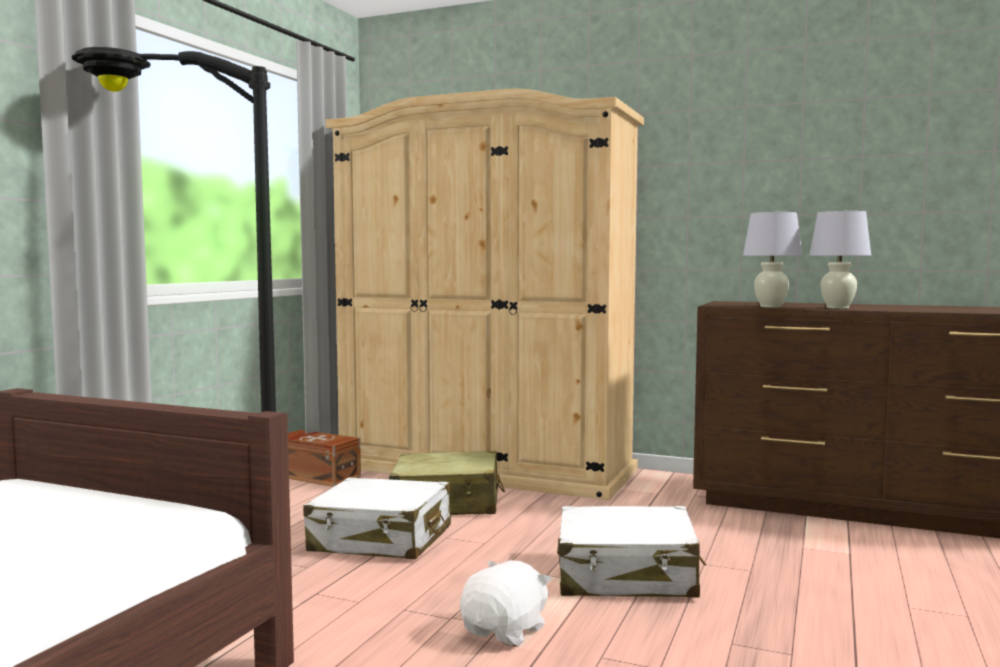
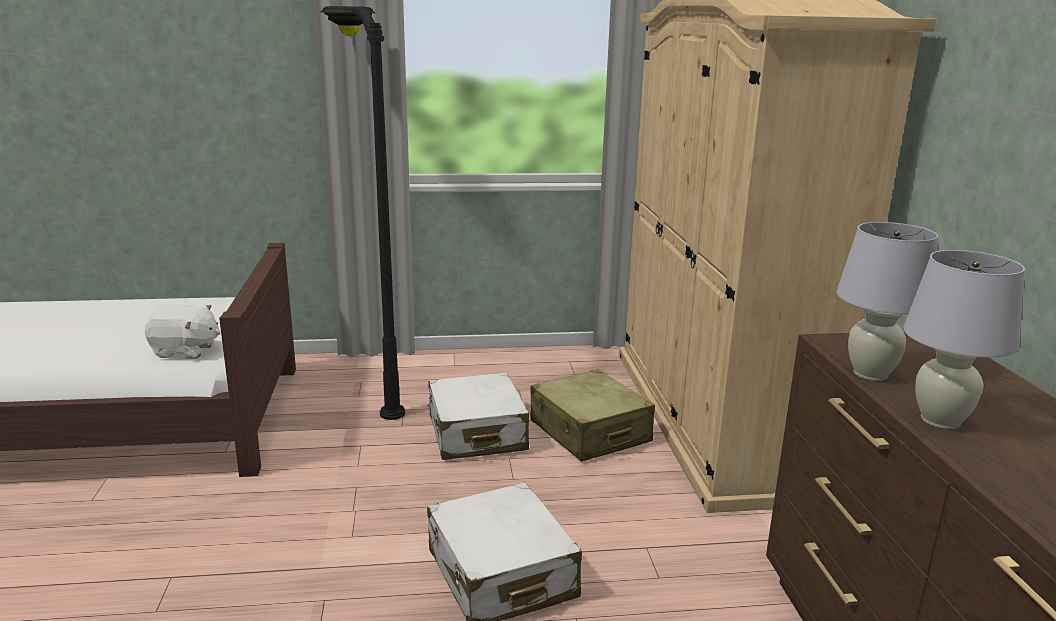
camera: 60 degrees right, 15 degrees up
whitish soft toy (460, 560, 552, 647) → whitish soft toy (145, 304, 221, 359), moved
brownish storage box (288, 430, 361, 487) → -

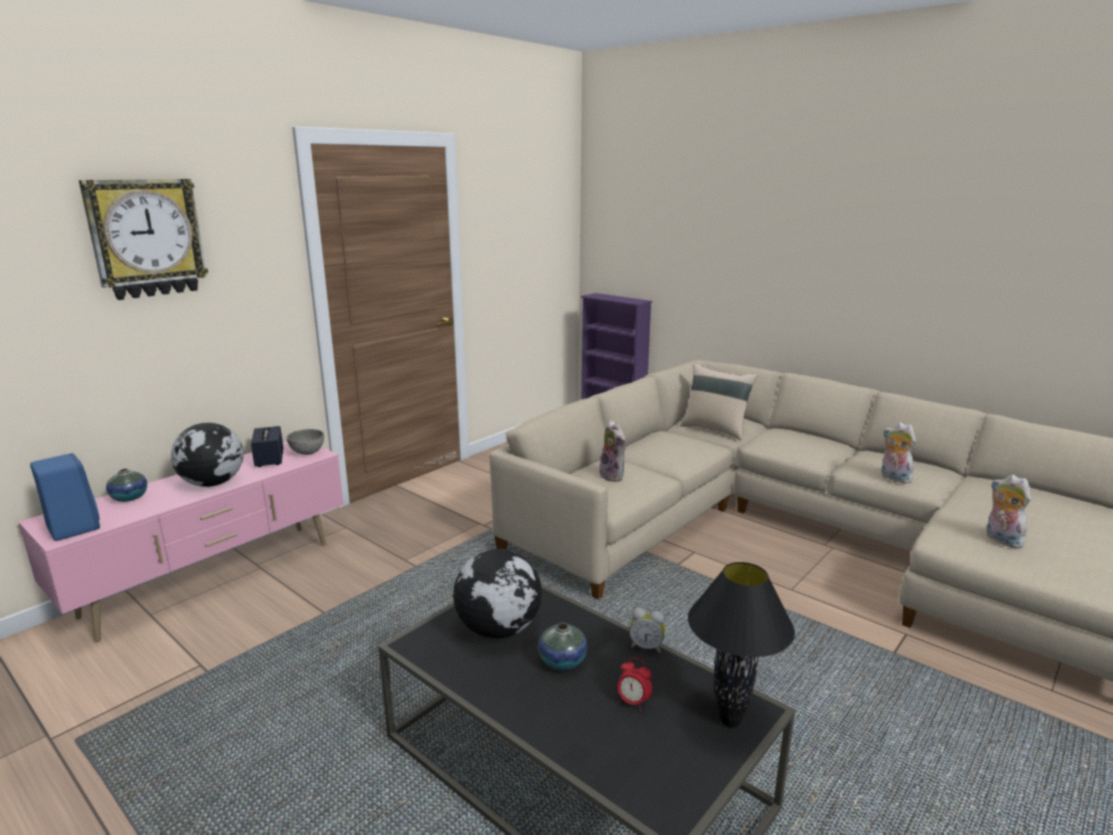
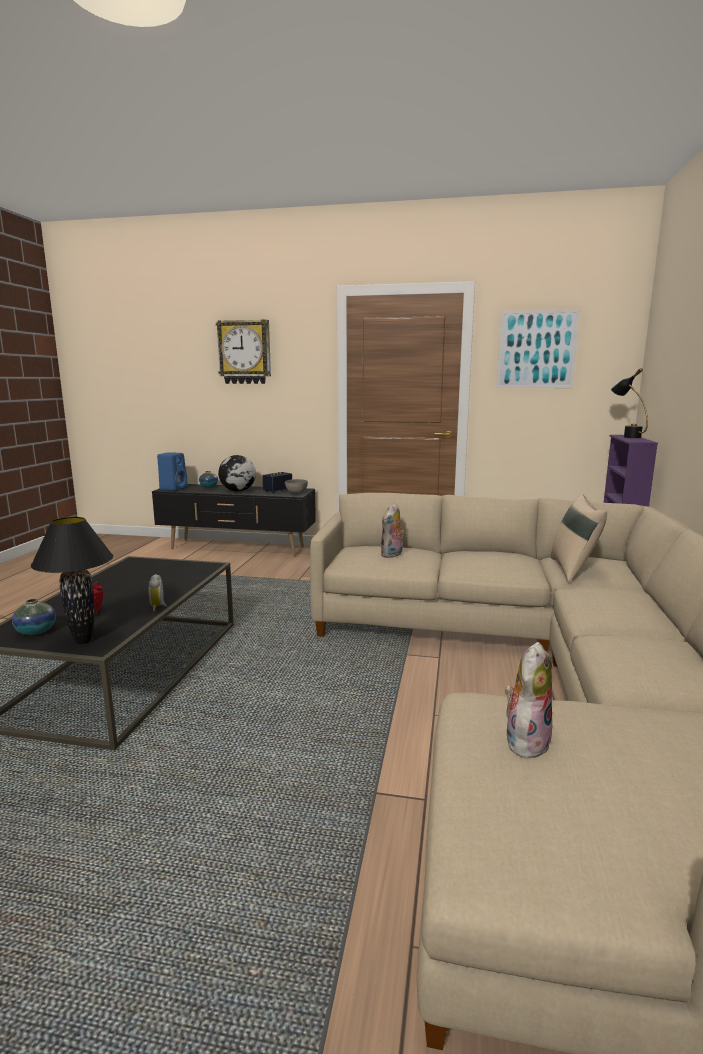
camera: 60 degrees right, 5 degrees down
vase (538, 623, 587, 670) → vase (12, 599, 56, 635), moved
pink-coloured tv unit (18, 442, 344, 642) → black-coloured tv unit (152, 484, 316, 556)
- → wall art (496, 309, 580, 388)
- → black-coloured table lamp (611, 368, 648, 438)
globe (453, 549, 542, 638) → -
soft toy (881, 422, 916, 484) → -

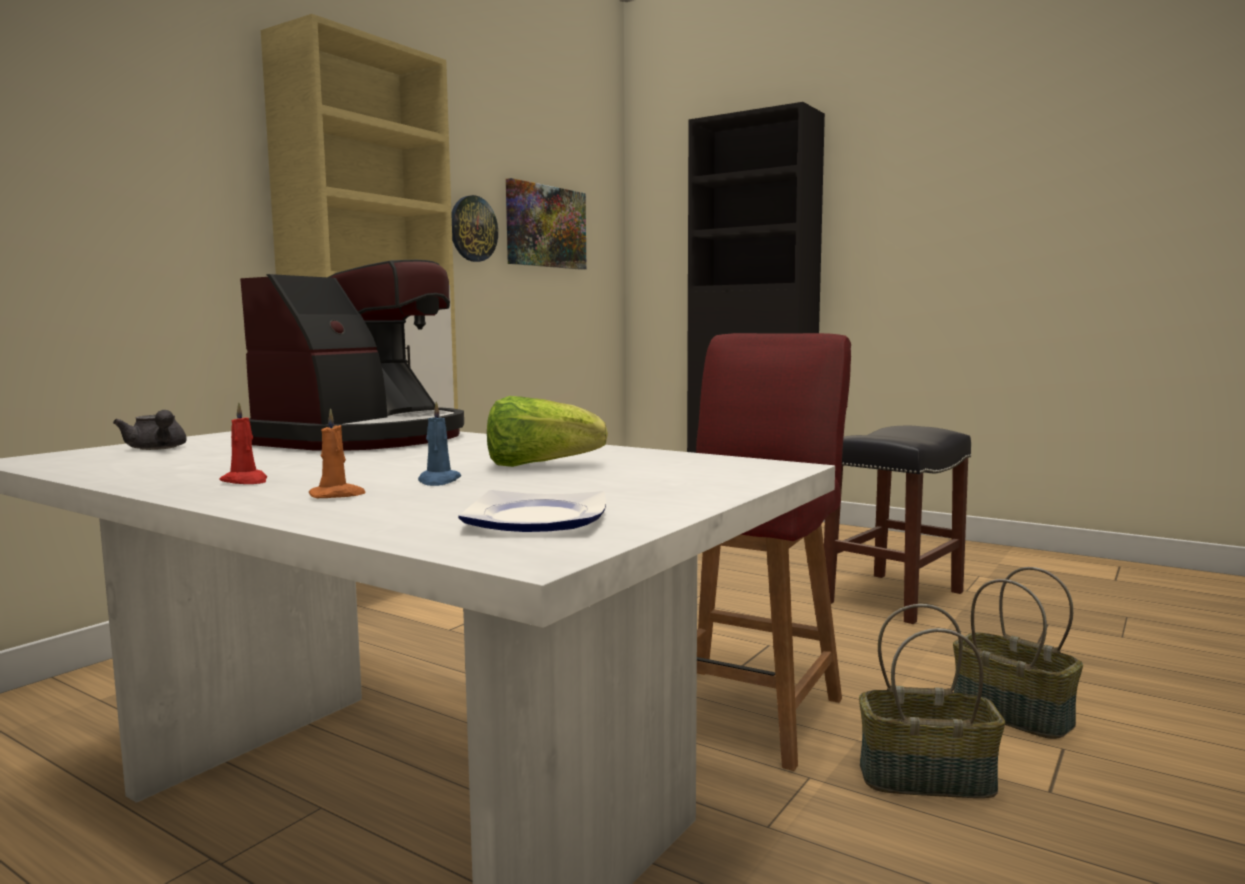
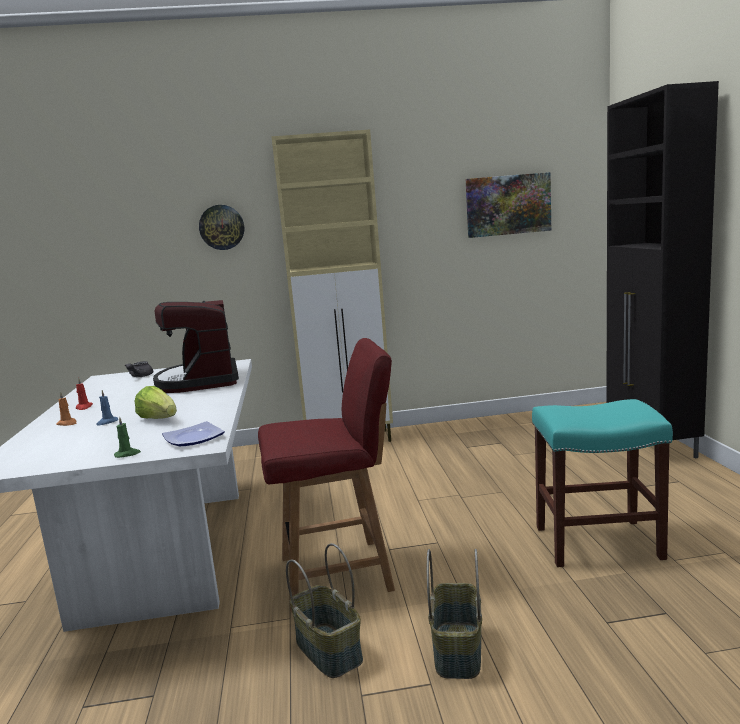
camera: 50 degrees right, 5 degrees up
- → green wax candle (114, 417, 141, 458)
coffee machine (240, 260, 464, 451) → coffee machine (153, 300, 239, 393), 90 degrees clockwise
dinner plate (458, 490, 606, 532) → dinner plate (162, 421, 225, 446), moved
wall clock (451, 195, 498, 262) → wall clock (199, 205, 244, 250), moved
black-coloured stool seat (824, 426, 971, 624) → turquoise stool seat (532, 399, 673, 567)

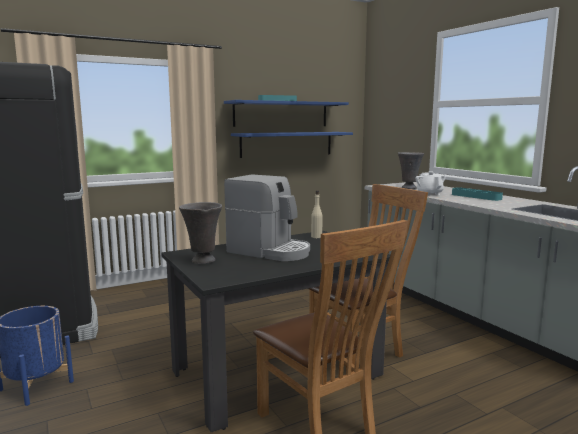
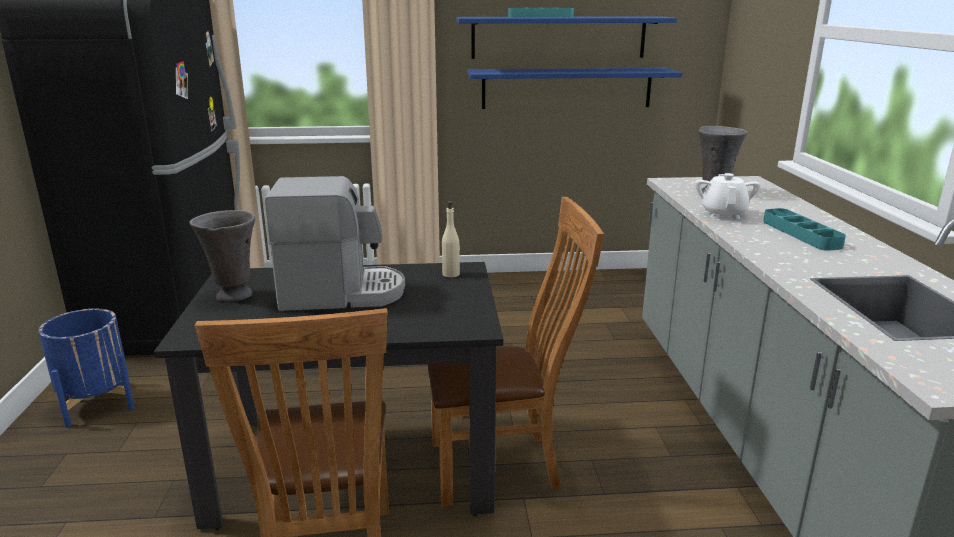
camera: 25 degrees right, 10 degrees up
coffee machine (224, 174, 310, 261) → coffee machine (265, 176, 405, 311), 60 degrees counterclockwise

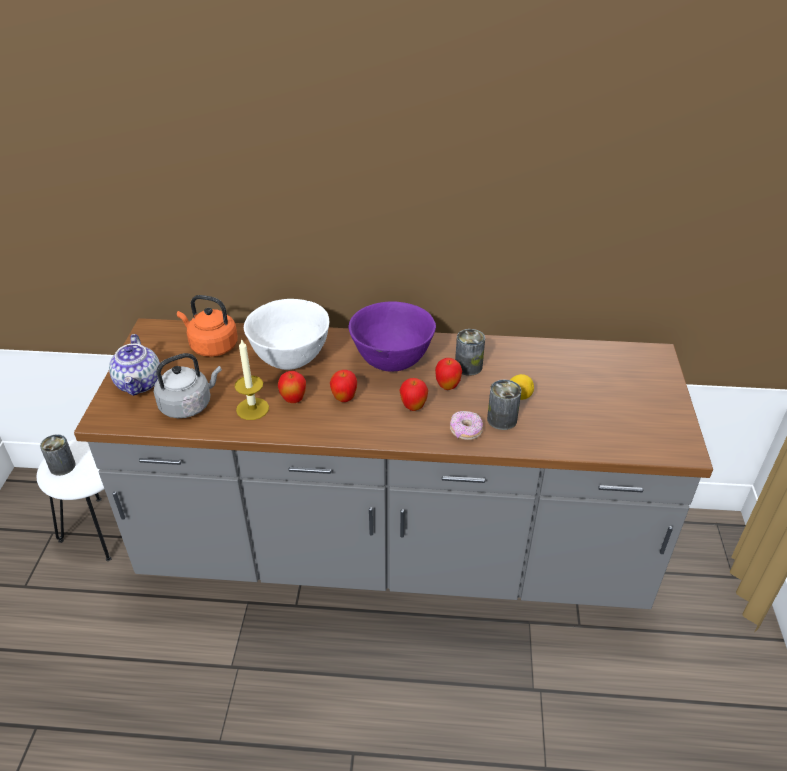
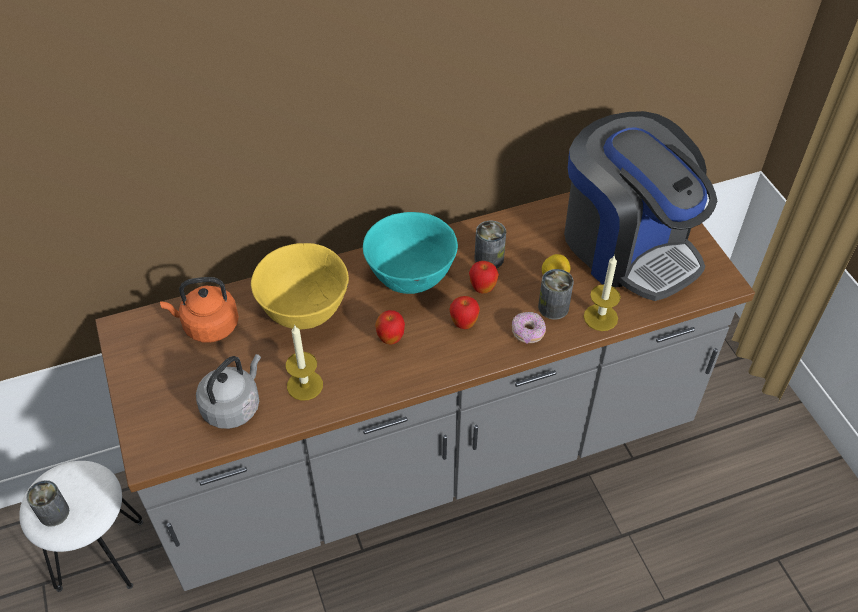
camera: 25 degrees left, 10 degrees up
whitish serving bowl (244, 299, 329, 370) → yellow-coloured serving bowl (251, 243, 349, 330)
purple-coloured serving bowl (348, 301, 436, 372) → turquoise serving bowl (363, 212, 458, 294)
- → coffee machine (564, 111, 717, 301)
- → wax candle (584, 255, 621, 331)
tea pot (109, 334, 160, 396) → -
apple (278, 371, 306, 403) → -

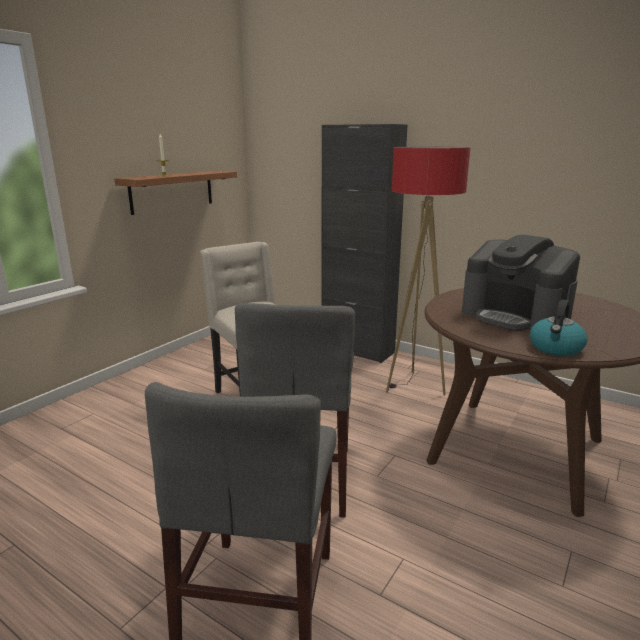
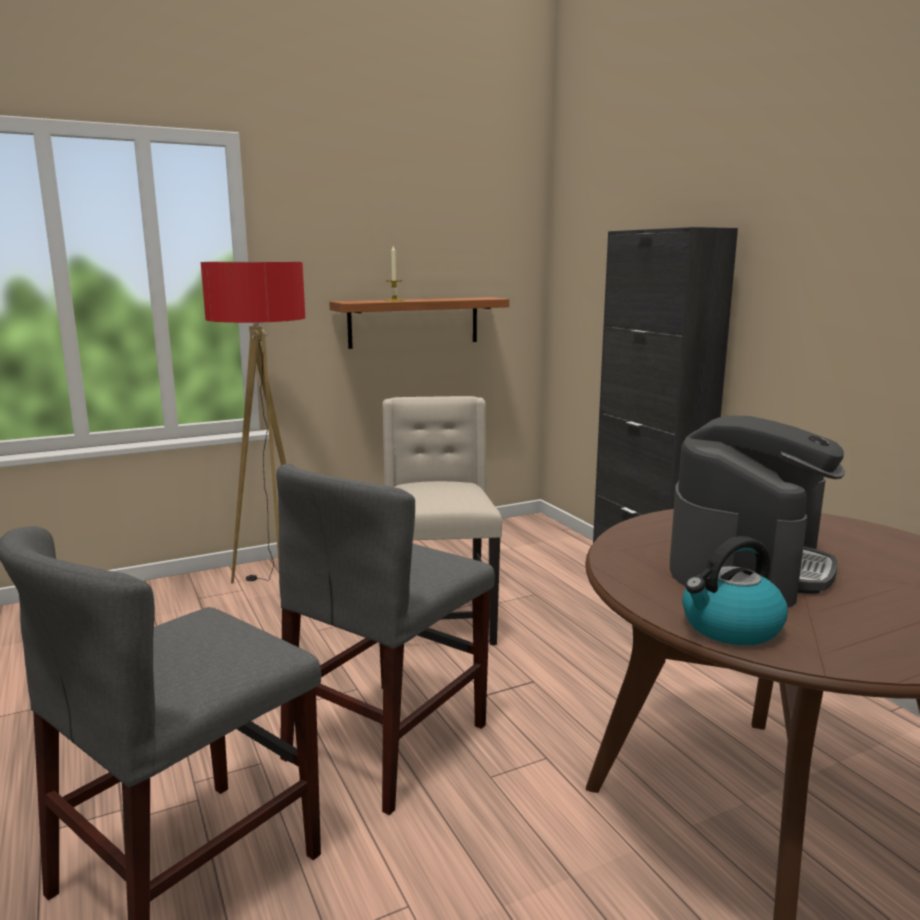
camera: 30 degrees right, 5 degrees down
standing lamp (386, 147, 470, 396) → standing lamp (201, 262, 305, 583), moved
coffee machine (462, 235, 580, 331) → coffee machine (670, 415, 845, 607), 135 degrees counterclockwise

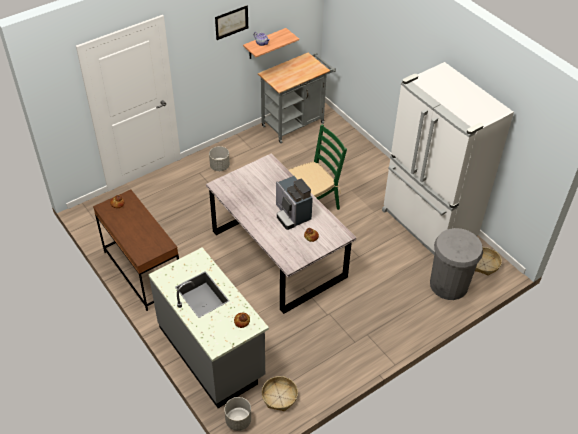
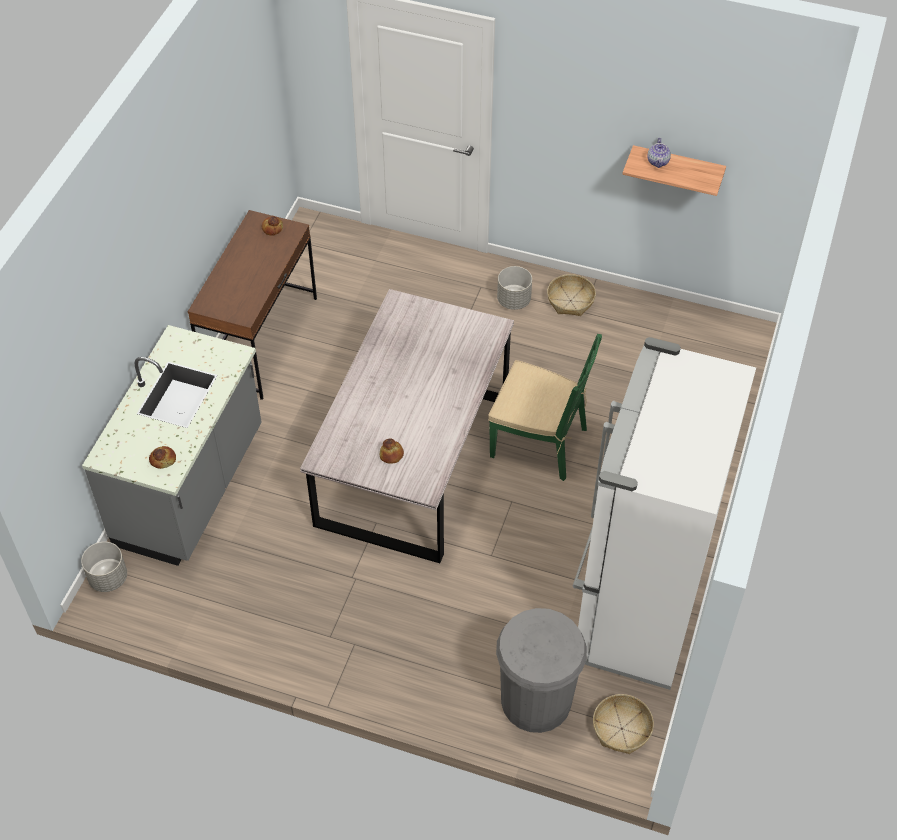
camera: 55 degrees right, 5 degrees up
storage basket (262, 376, 298, 411) → storage basket (547, 274, 596, 316), moved
wall art (215, 5, 248, 40) → -
greyish cart (258, 52, 336, 144) → -
coffee machine (276, 176, 313, 230) → -

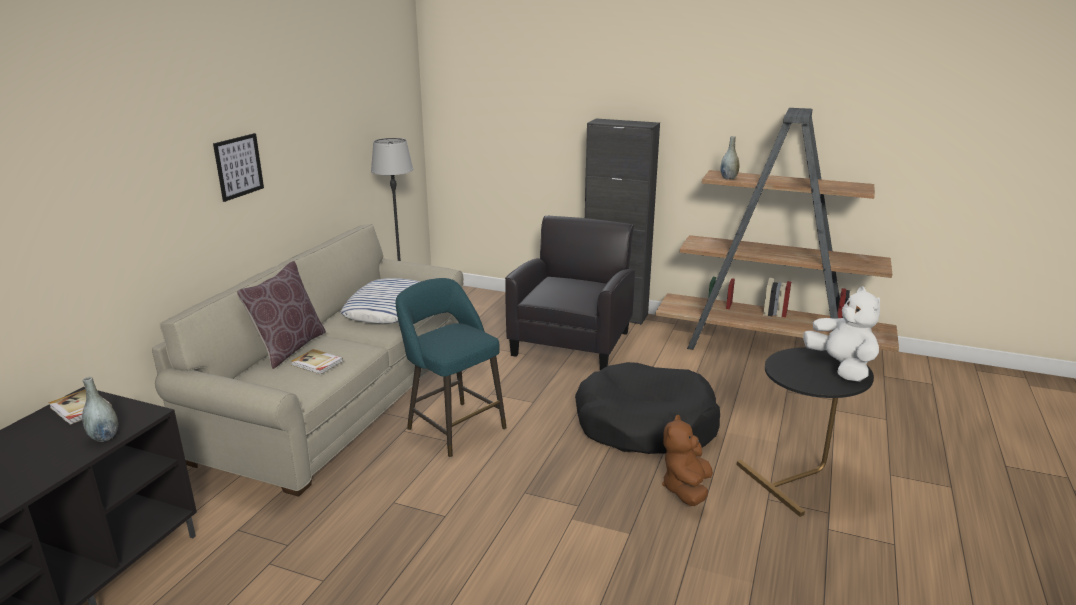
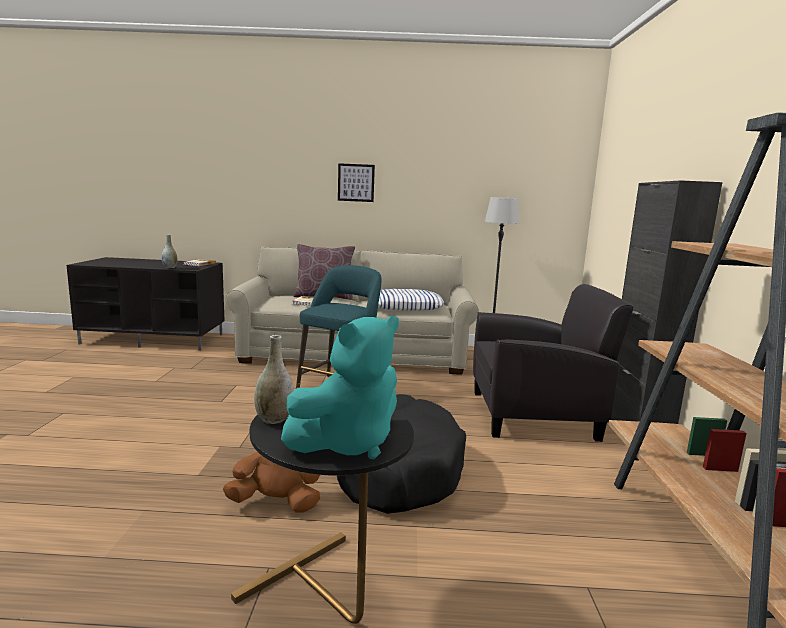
camera: 70 degrees right, 10 degrees down
greyish vase (720, 136, 740, 179) → greyish vase (254, 335, 294, 424), moved
whitish soft toy (803, 286, 880, 382) → turquoise soft toy (281, 316, 399, 459)

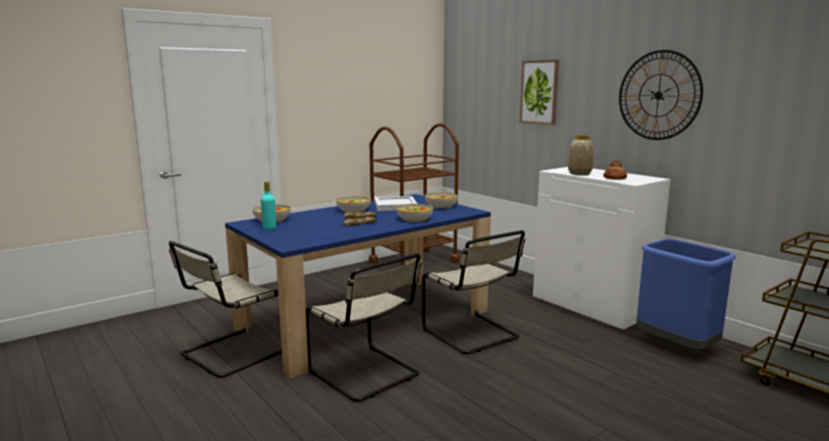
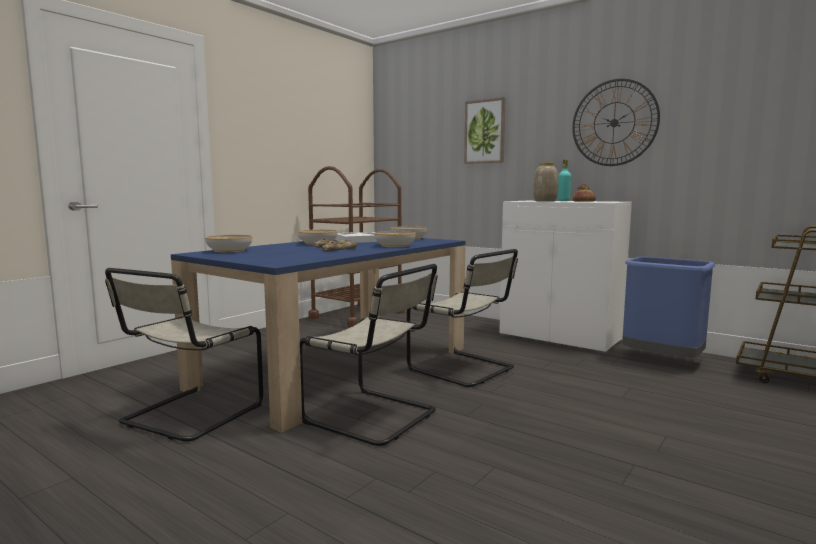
camera: 15 degrees left, 5 degrees down
turquoise bottle (261, 181, 276, 230) → turquoise bottle (558, 160, 571, 201), moved

